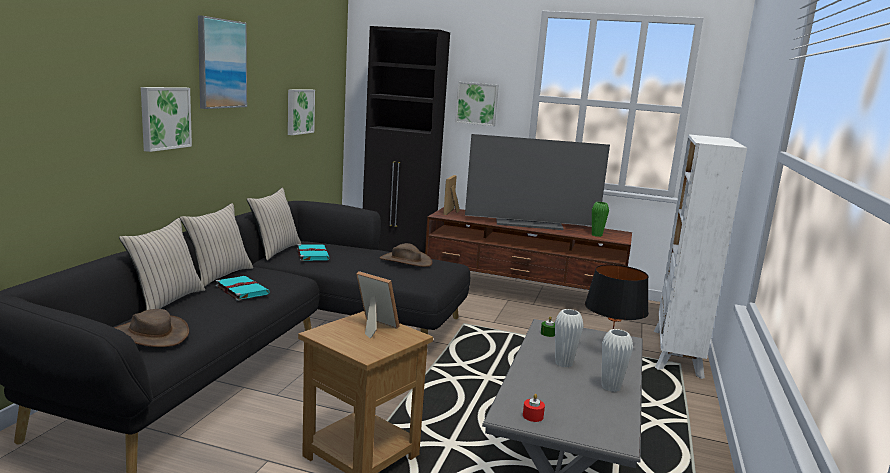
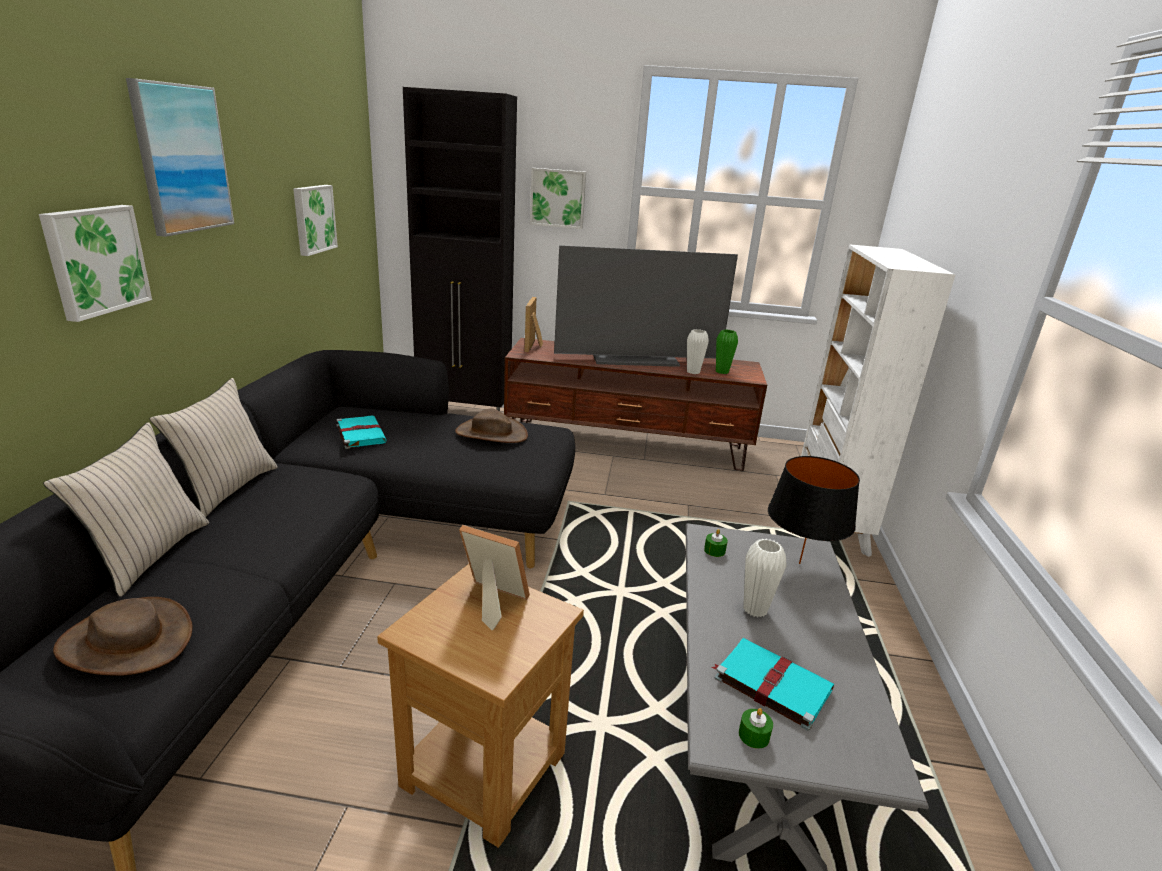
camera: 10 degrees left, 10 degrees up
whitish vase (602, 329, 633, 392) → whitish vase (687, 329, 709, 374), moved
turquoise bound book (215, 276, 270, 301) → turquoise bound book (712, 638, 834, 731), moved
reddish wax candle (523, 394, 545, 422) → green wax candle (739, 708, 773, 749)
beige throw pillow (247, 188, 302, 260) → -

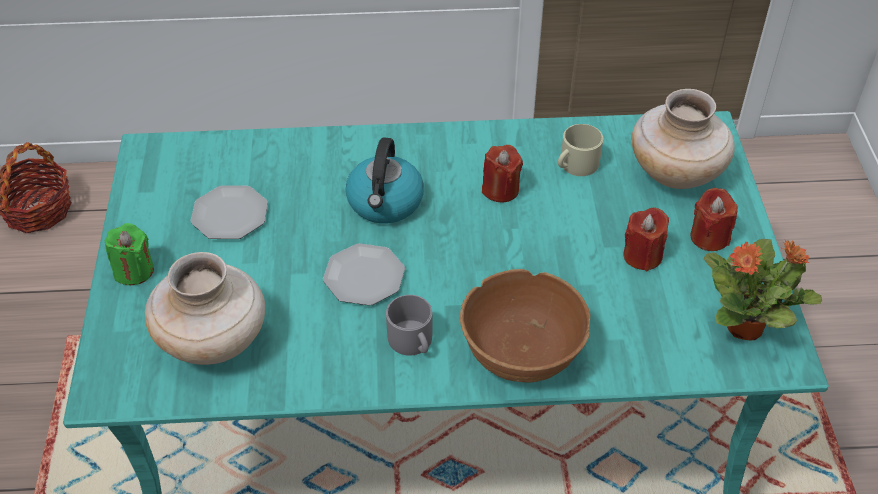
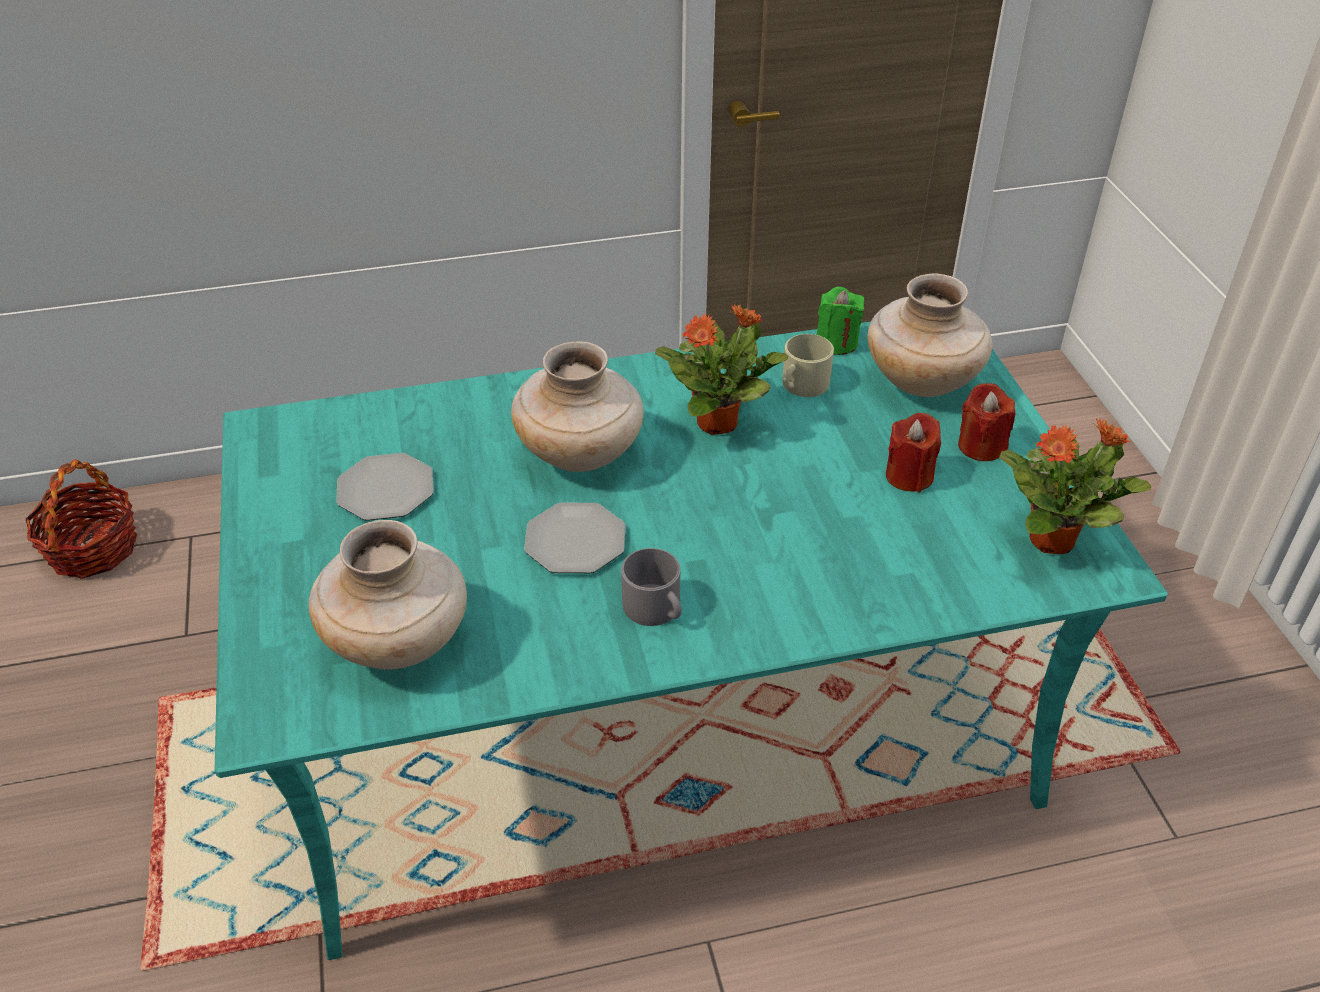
camera: 10 degrees left, 5 degrees down
water kettle (345, 138, 424, 224) → beige vase (511, 342, 644, 472)
reddish wax candle (482, 145, 523, 203) → plant in a pot (655, 304, 788, 435)
green wax candle (105, 223, 154, 285) → green wax candle (817, 287, 864, 355), moved
brownish serving bowl (460, 269, 590, 383) → -

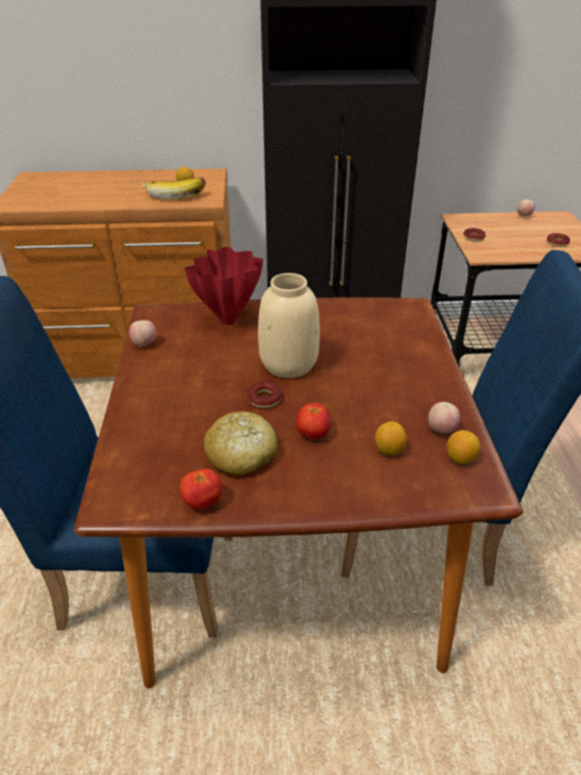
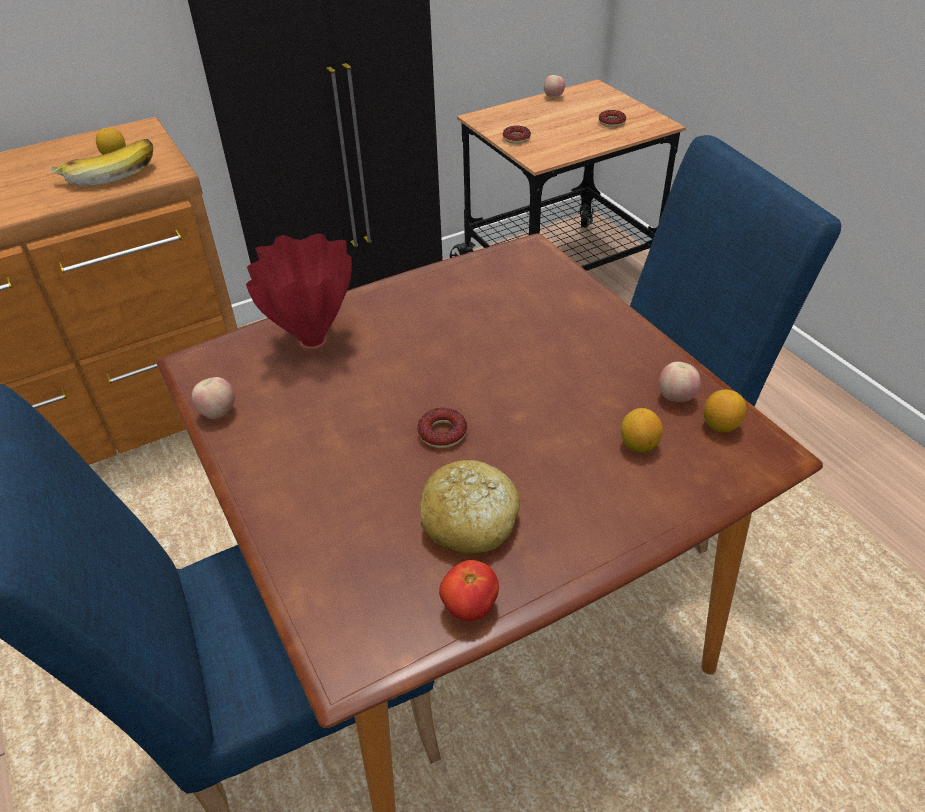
camera: 25 degrees left, 5 degrees up
beige vase (258, 273, 320, 378) → -
fresh tomato (296, 403, 331, 439) → -

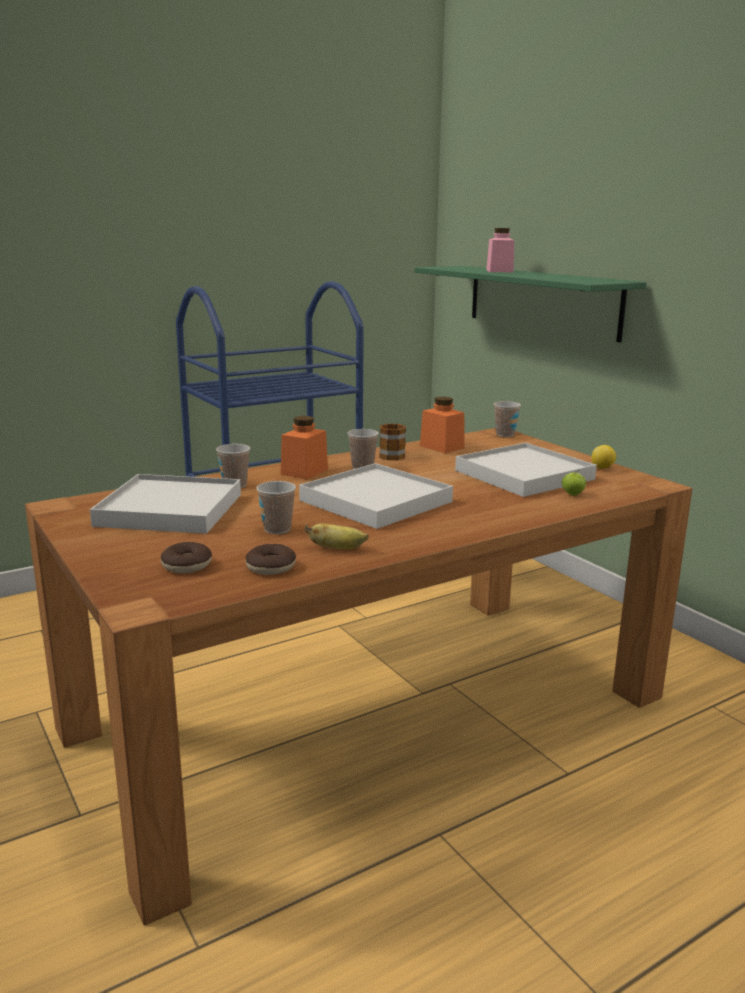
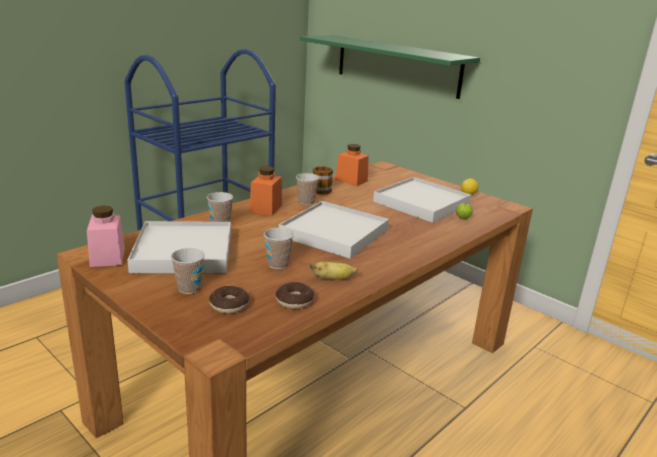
camera: 15 degrees left, 5 degrees up
pink-coloured jar (486, 228, 514, 272) → pink-coloured jar (87, 206, 125, 267), moved
small cup (494, 401, 521, 437) → small cup (171, 248, 205, 294), moved

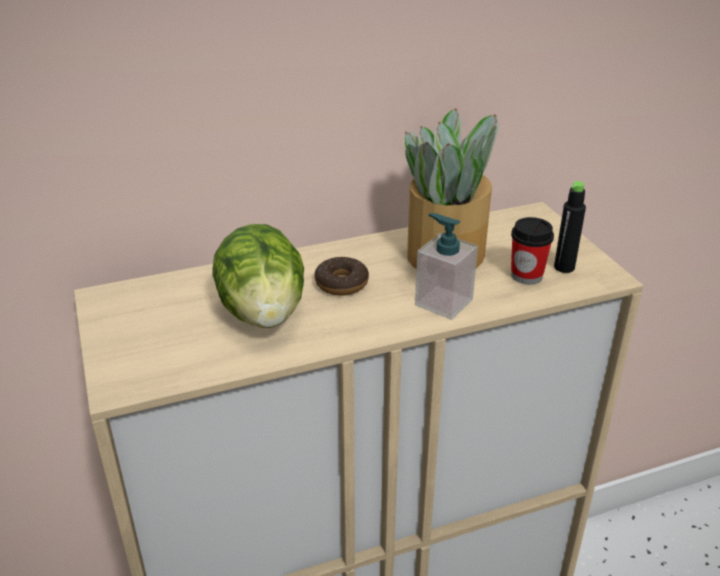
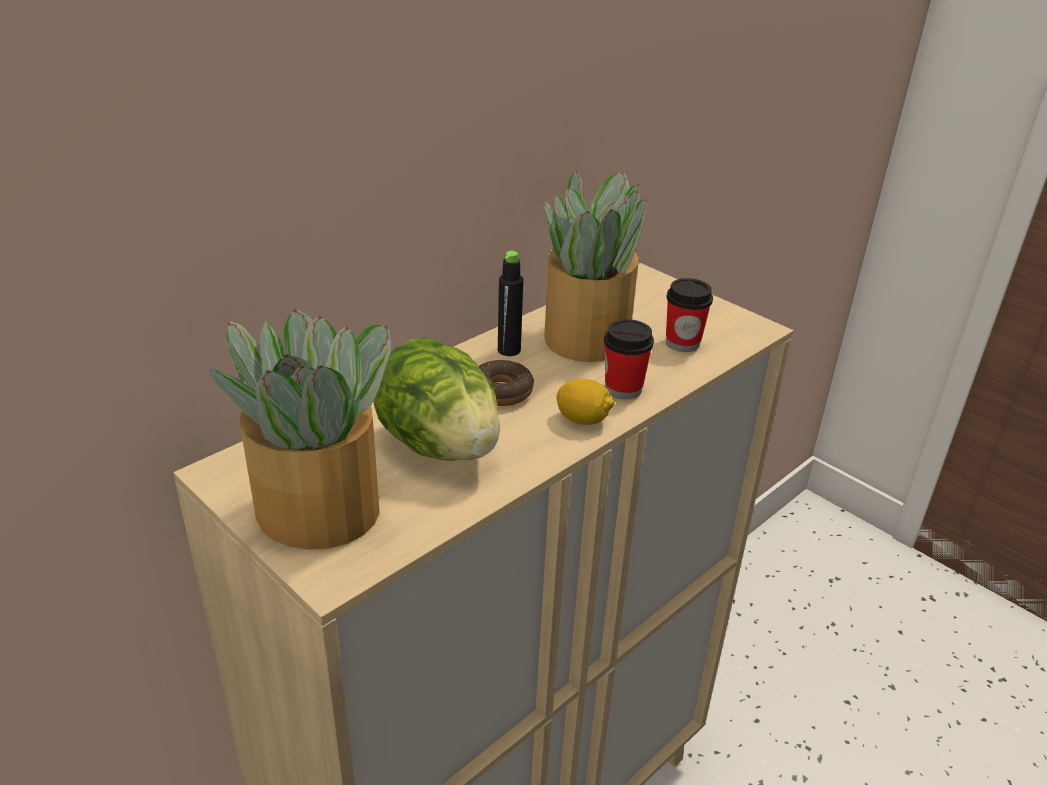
camera: 25 degrees left, 0 degrees up
- → plant in a pot (210, 309, 391, 550)
black-coloured bottle (554, 181, 586, 273) → black-coloured bottle (498, 251, 523, 356), moved
- → whole lemon (557, 379, 615, 425)
soap bottle (415, 213, 478, 320) → small cup (604, 319, 654, 399)

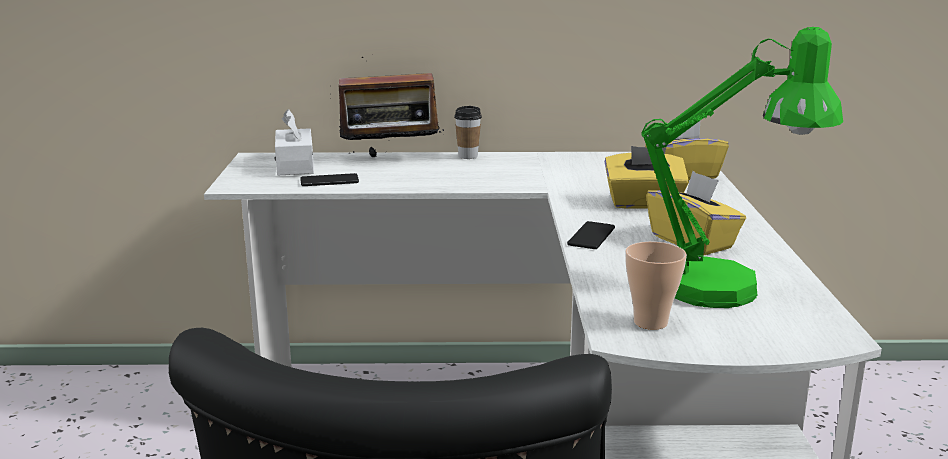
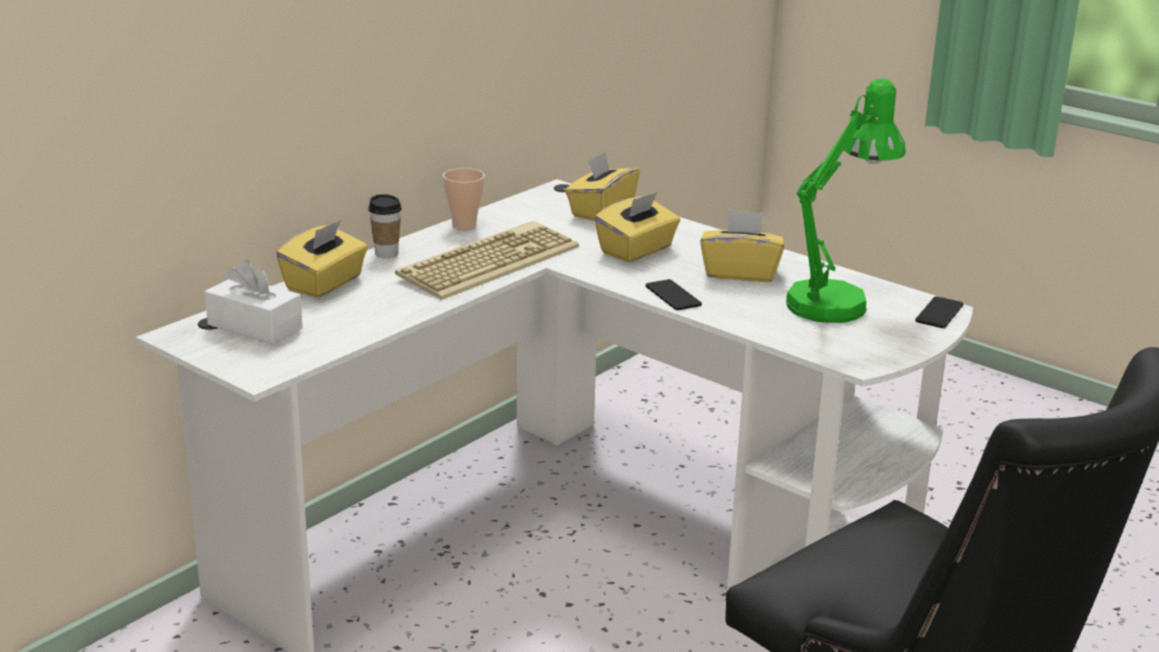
camera: 50 degrees left, 5 degrees up
radio receiver (339, 57, 444, 157) → yellow-coloured tissue holder (276, 220, 368, 298)
- → computer keyboard (395, 221, 579, 300)
small cup (625, 241, 687, 330) → small cup (443, 168, 485, 230), moved
phone (300, 173, 359, 186) → phone (915, 296, 963, 328), moved

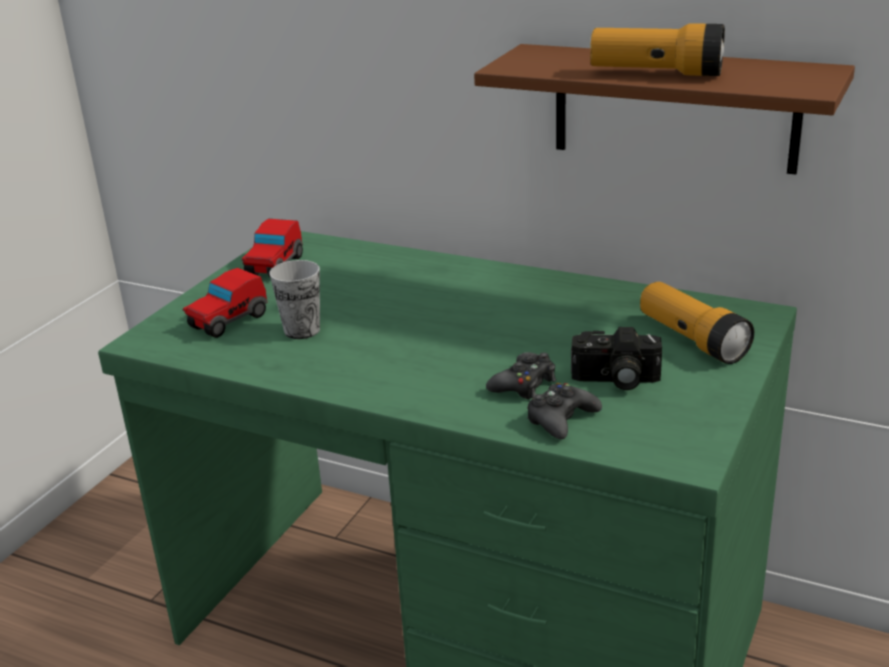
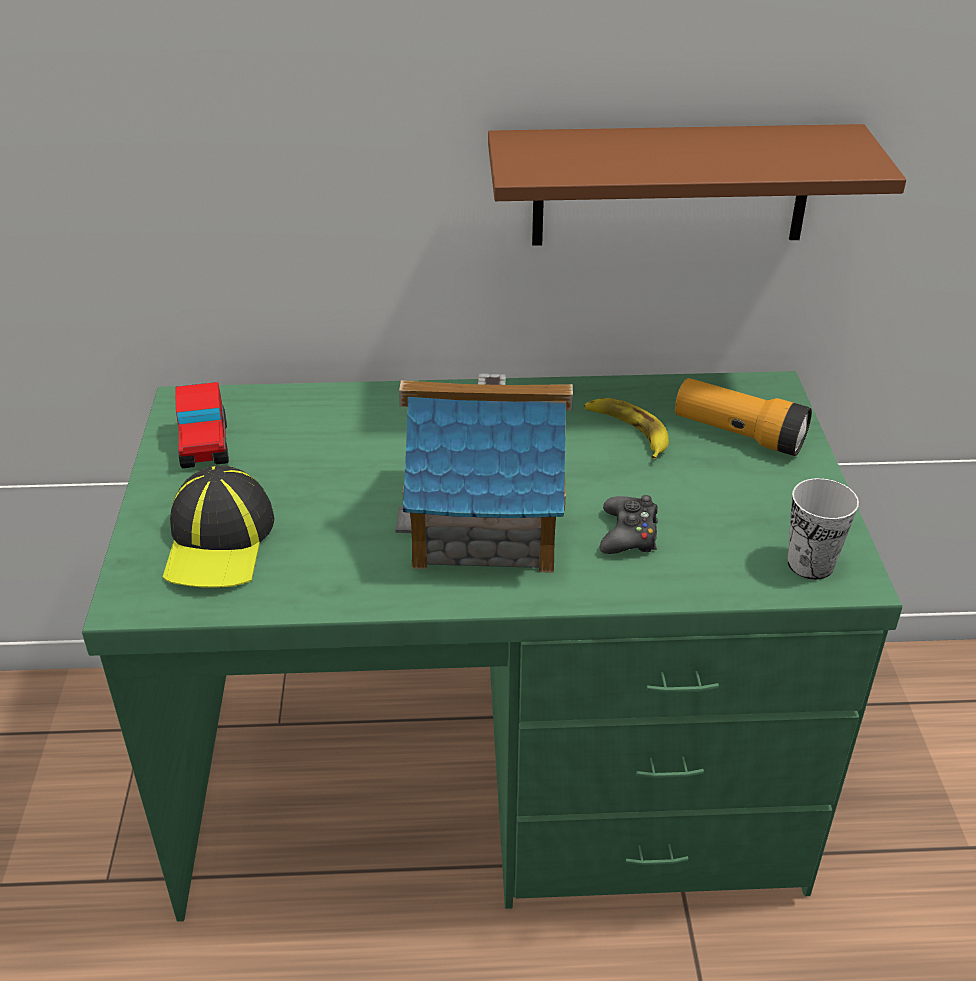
camera: 30 degrees left, 10 degrees up
model car (183, 268, 268, 338) → peaked cap (163, 465, 274, 588)
- → model house (395, 374, 573, 573)
- → whole banana (584, 398, 669, 459)
small cup (269, 260, 320, 339) → small cup (787, 478, 859, 580), moved
black-coloured joypad (527, 383, 602, 439) → -
still camera (571, 327, 662, 390) → -
torch (590, 24, 725, 76) → -

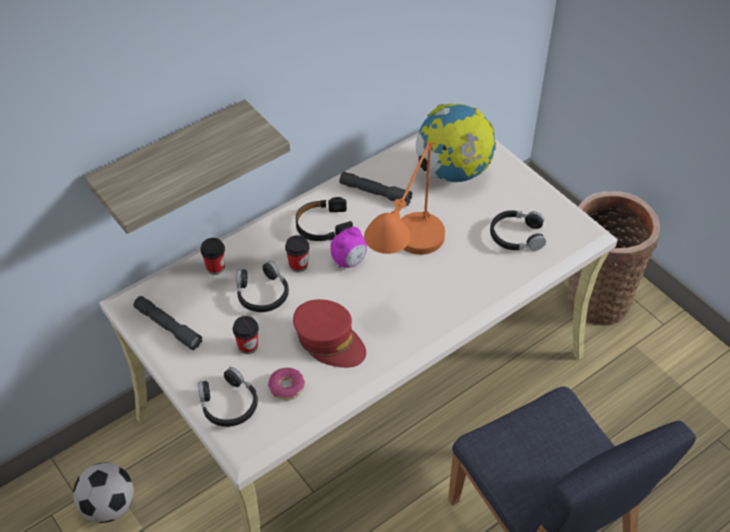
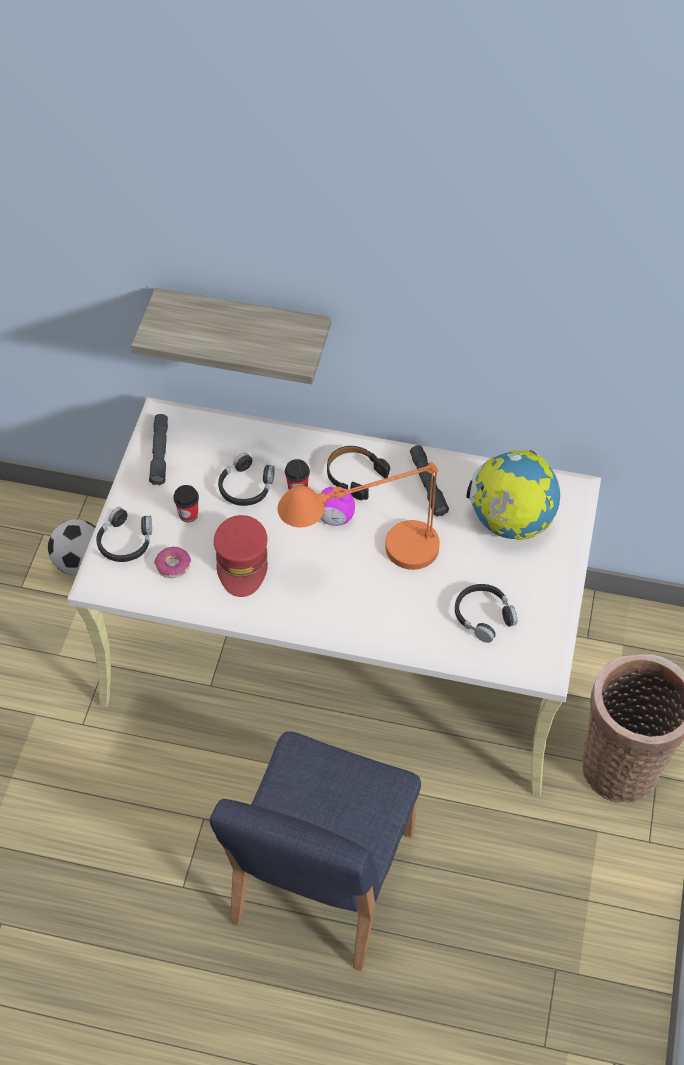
camera: 50 degrees right, 5 degrees up
small cup (200, 238, 225, 275) → -

